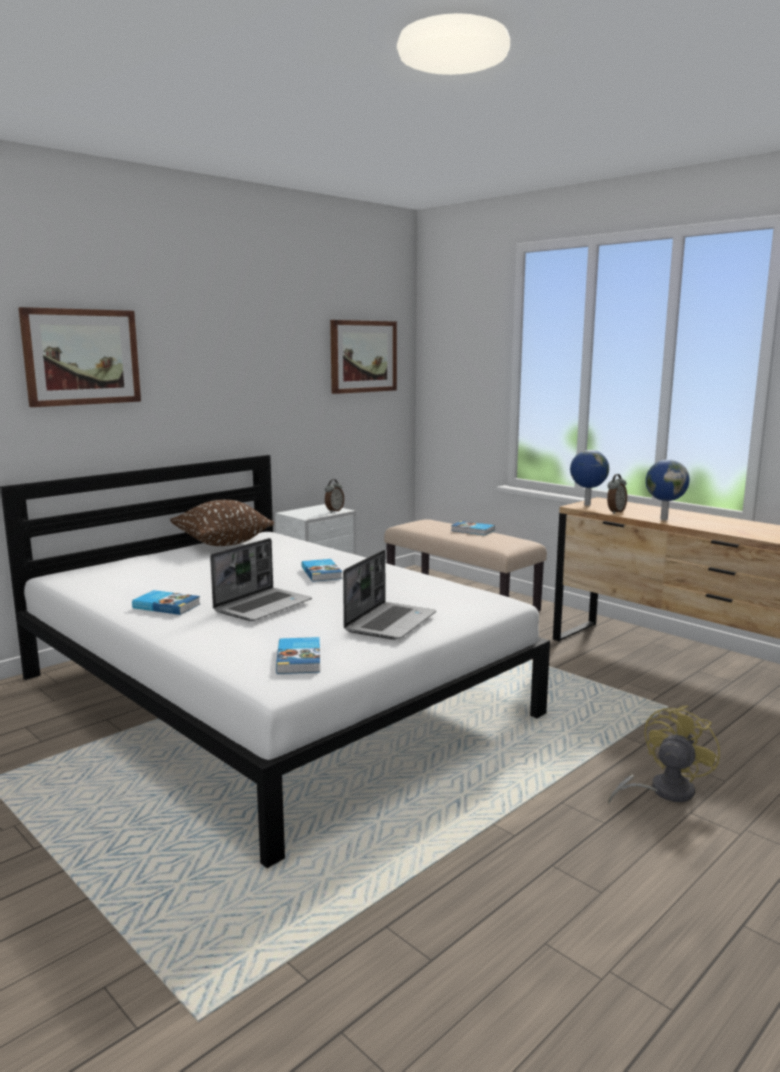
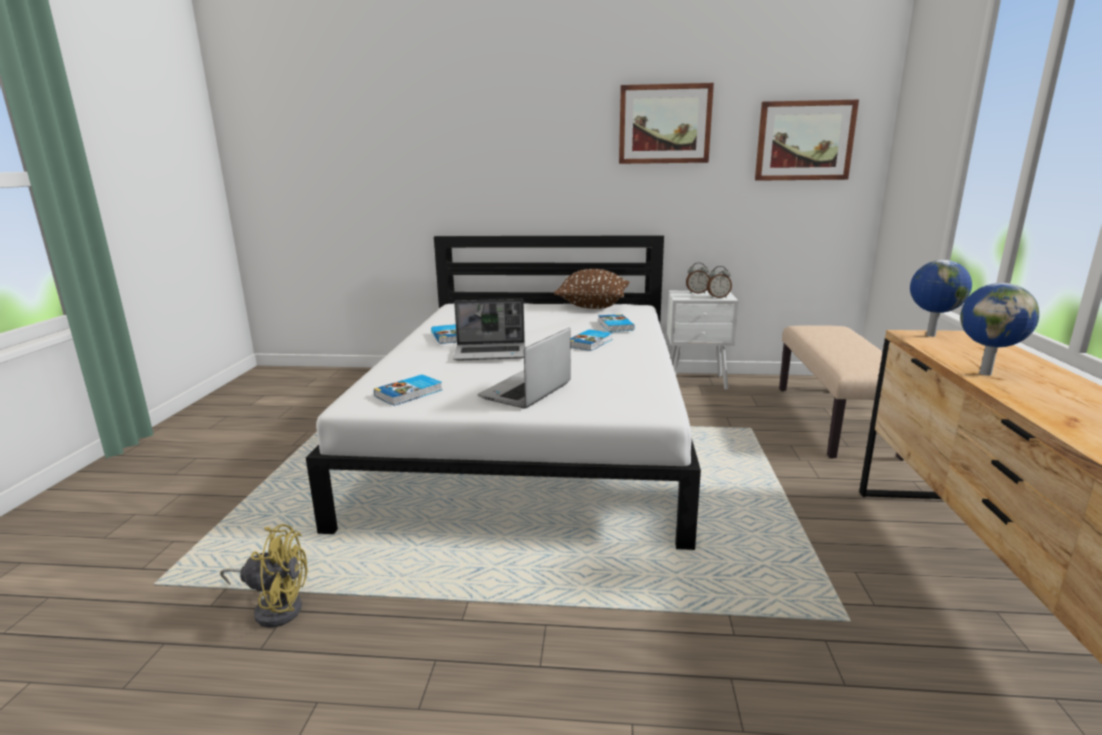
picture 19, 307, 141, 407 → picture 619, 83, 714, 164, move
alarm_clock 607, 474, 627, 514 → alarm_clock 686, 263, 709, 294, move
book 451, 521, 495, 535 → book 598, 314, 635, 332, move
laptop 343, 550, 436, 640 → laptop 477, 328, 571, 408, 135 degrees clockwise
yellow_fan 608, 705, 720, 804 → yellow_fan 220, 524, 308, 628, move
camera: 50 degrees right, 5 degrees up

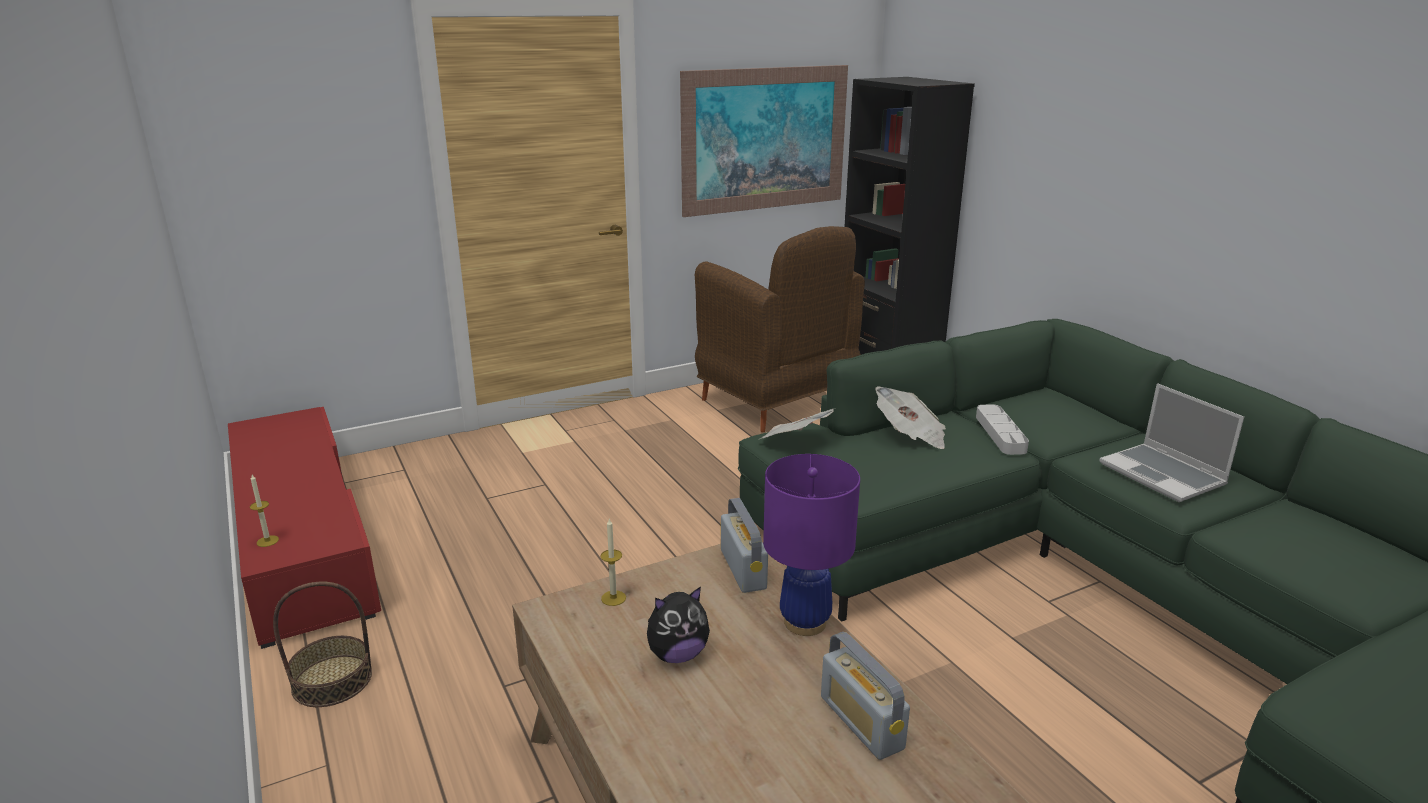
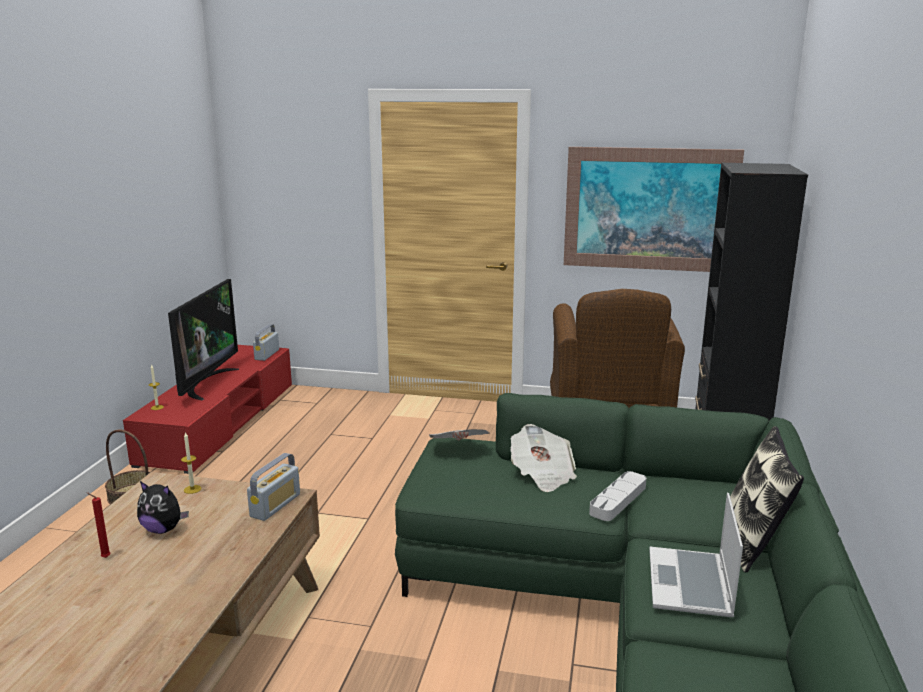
purple_table_lamp 763, 454, 860, 636 → -
radio 821, 632, 910, 760 → radio 253, 324, 279, 361, move
- → television 168, 279, 239, 400
- → pillow 730, 426, 804, 572
- → red_candle 87, 493, 111, 558
camera: 40 degrees right, 5 degrees down

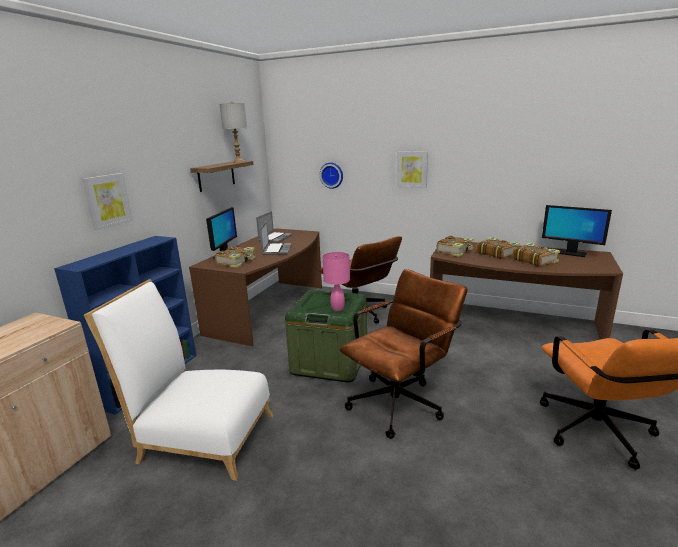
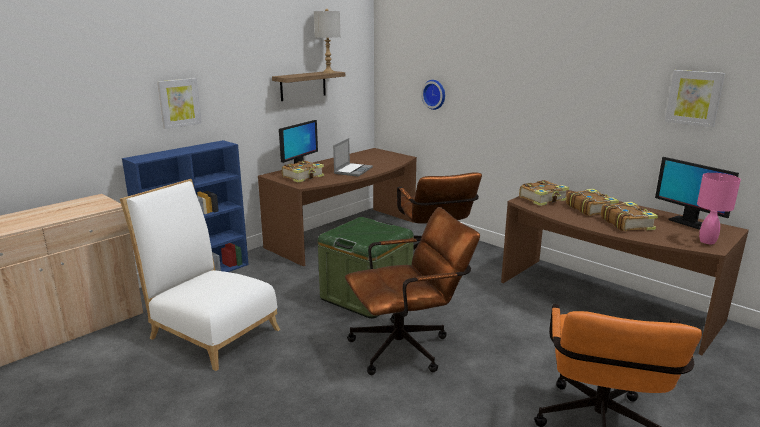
picture 396, 151, 428, 188 → picture 665, 70, 725, 128, move
laptop 256, 211, 292, 243 → -
pink_table_lamp 322, 252, 350, 311 → pink_table_lamp 697, 173, 741, 244, move
camera: 20 degrees right, 0 degrees up

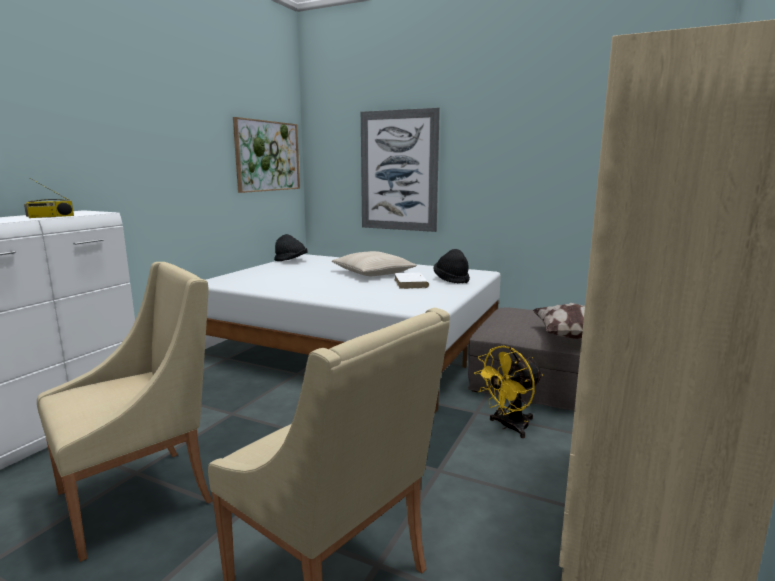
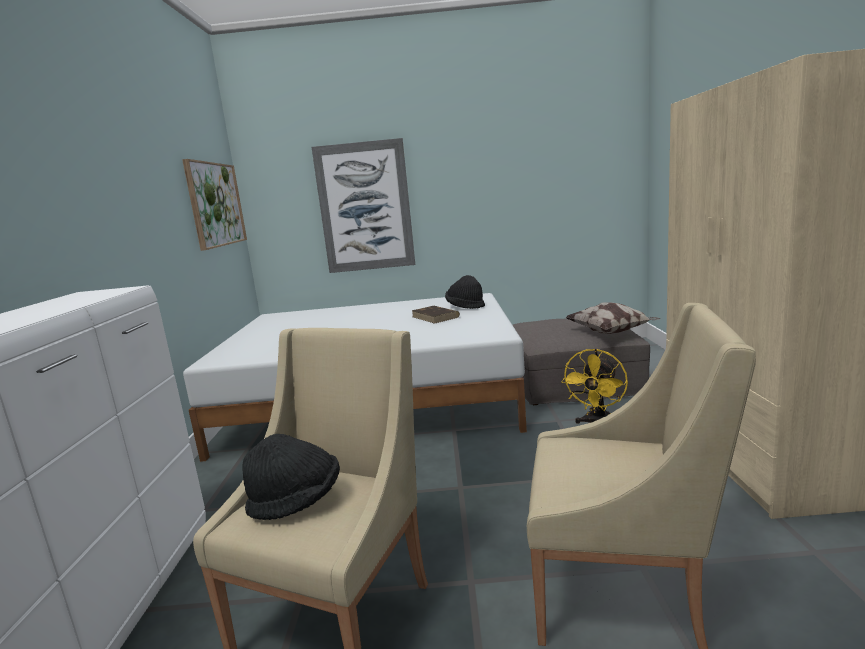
radio 24, 178, 74, 218 → -
black_hat 274, 234, 308, 261 → black_hat 242, 434, 340, 520, move
beige_pillow 332, 251, 417, 276 → -
white_book 394, 273, 429, 289 → brown_book 412, 306, 460, 324
camera: 25 degrees left, 0 degrees up

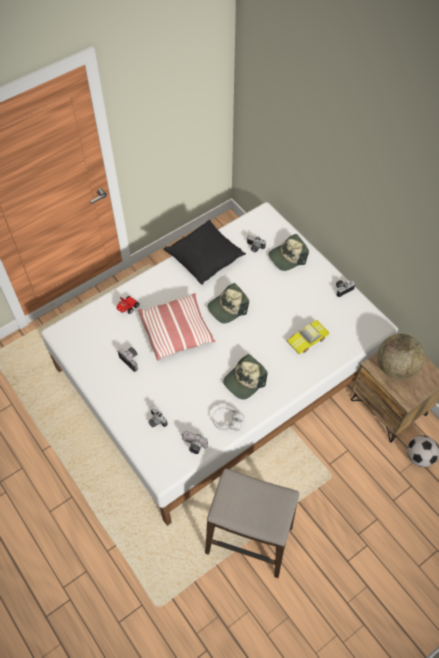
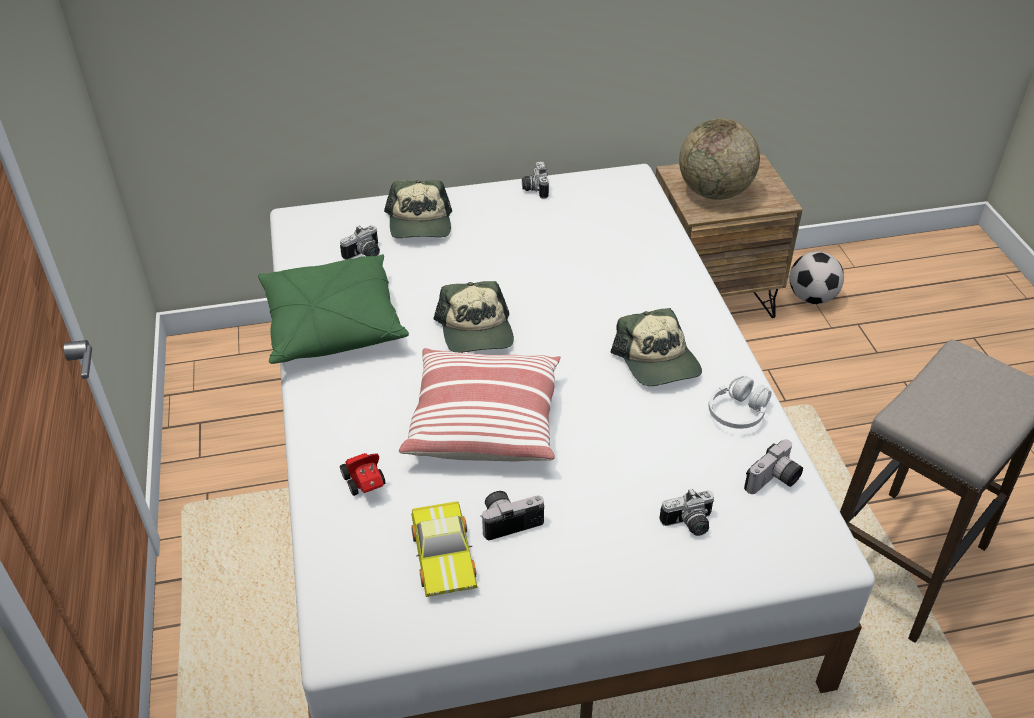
black_pillow 164, 220, 246, 285 → green_pillow 258, 254, 409, 364
toy_car 287, 320, 329, 354 → toy_car 411, 501, 478, 597, move
camera: 65 degrees left, 15 degrees down

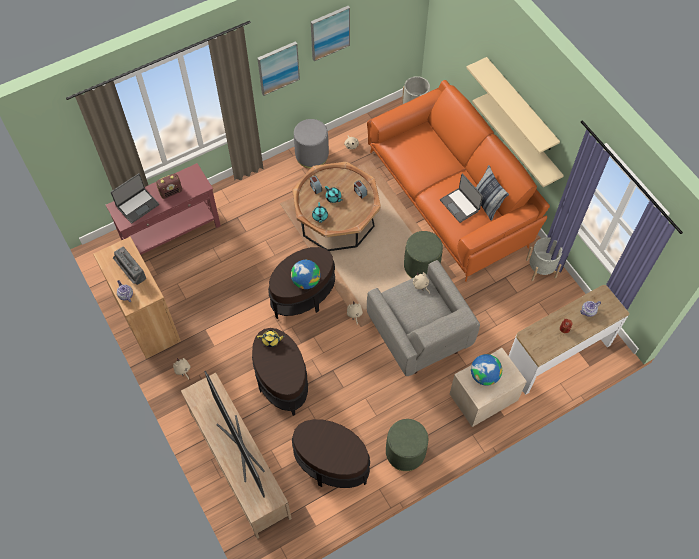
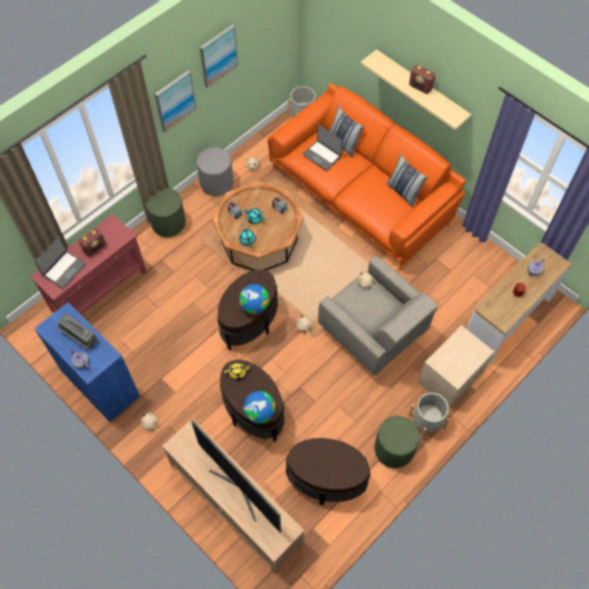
beige_shelf 472, 93, 564, 187 → -
laptop 440, 174, 483, 223 → laptop 302, 124, 343, 171, move
green_ottoman 404, 231, 443, 278 → green_ottoman 146, 188, 186, 238, move
brown_cabinet 93, 237, 181, 359 → blue_cabinet 34, 302, 140, 422
grey_planter 526, 237, 563, 281 → grey_planter 408, 393, 450, 439, move
globe 471, 354, 502, 386 → globe 243, 391, 276, 424, move
- → radio 409, 65, 435, 94
- → pillow 330, 106, 364, 158
camera: 15 degrees left, 0 degrees up

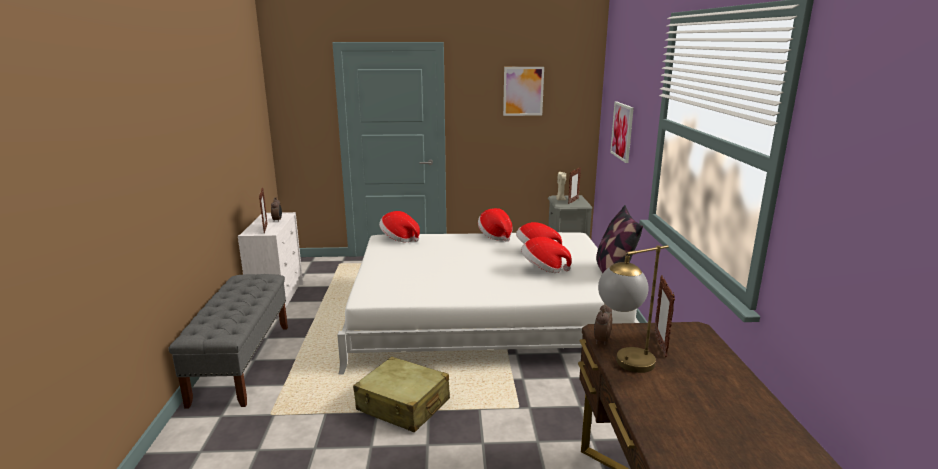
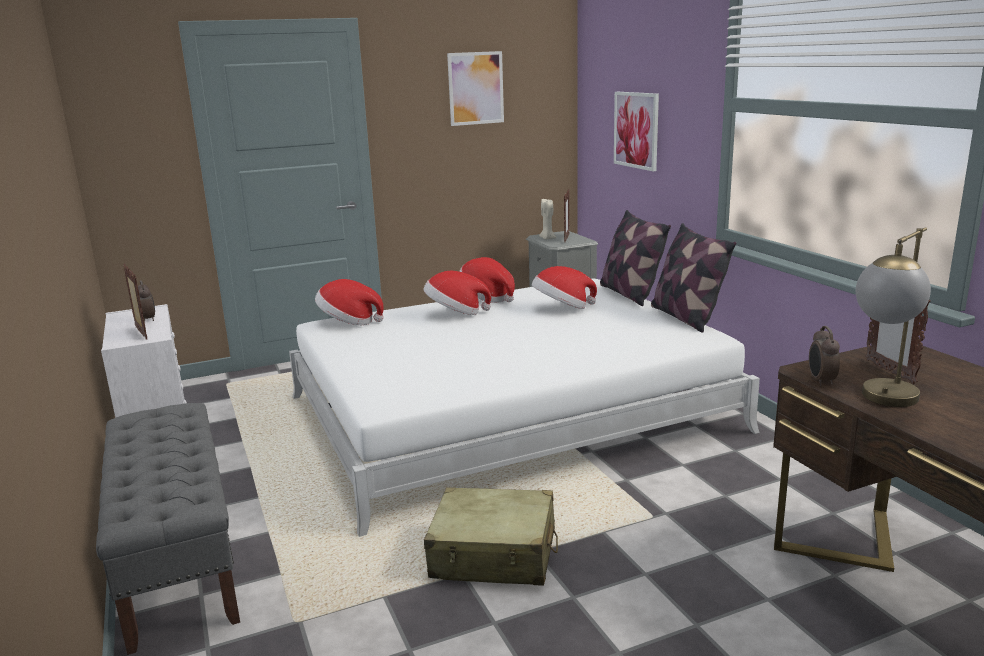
hat 521, 237, 572, 273 → hat 424, 271, 491, 315, move
- → pillow 600, 210, 671, 306
camera: 20 degrees left, 0 degrees up

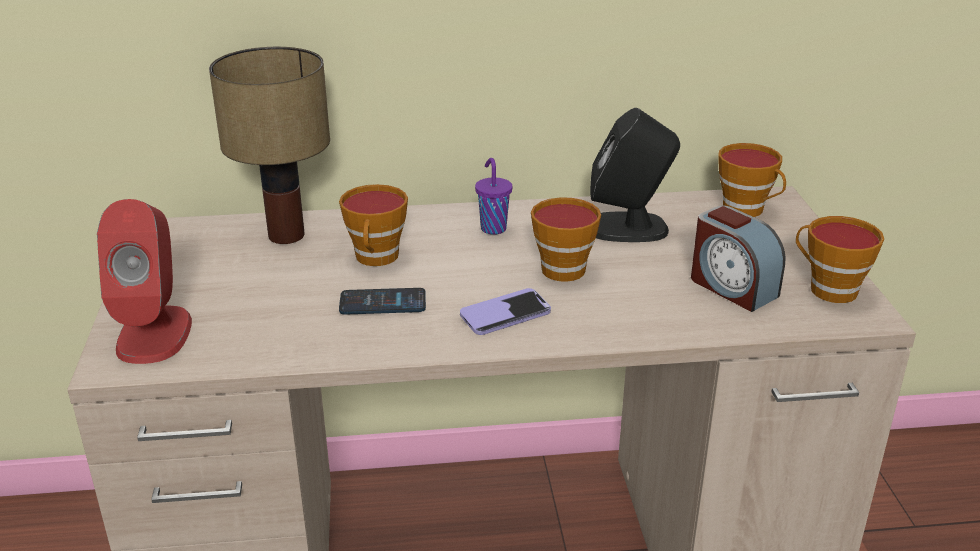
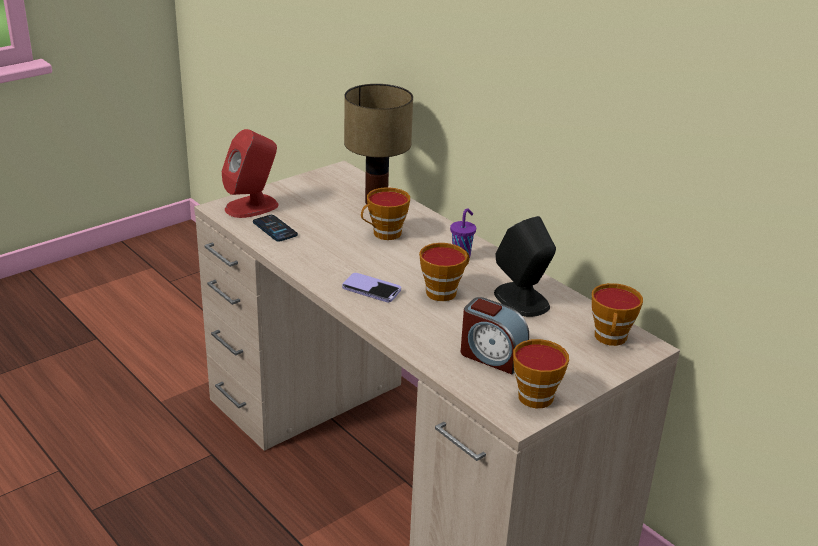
alarm_clock 691, 206, 785, 312 → alarm_clock 461, 297, 529, 374, 75 degrees counterclockwise
phone 339, 288, 426, 314 → phone 253, 215, 298, 242, move
camera: 55 degrees right, 0 degrees up

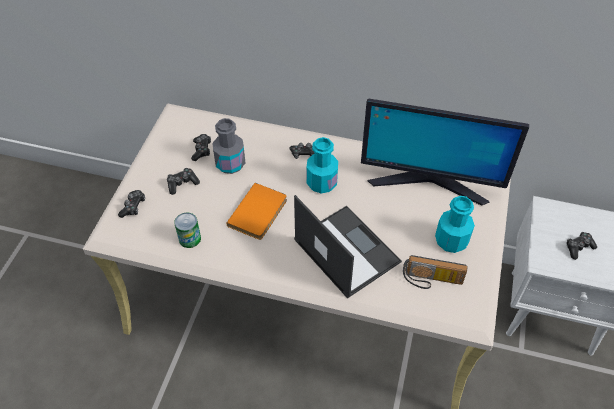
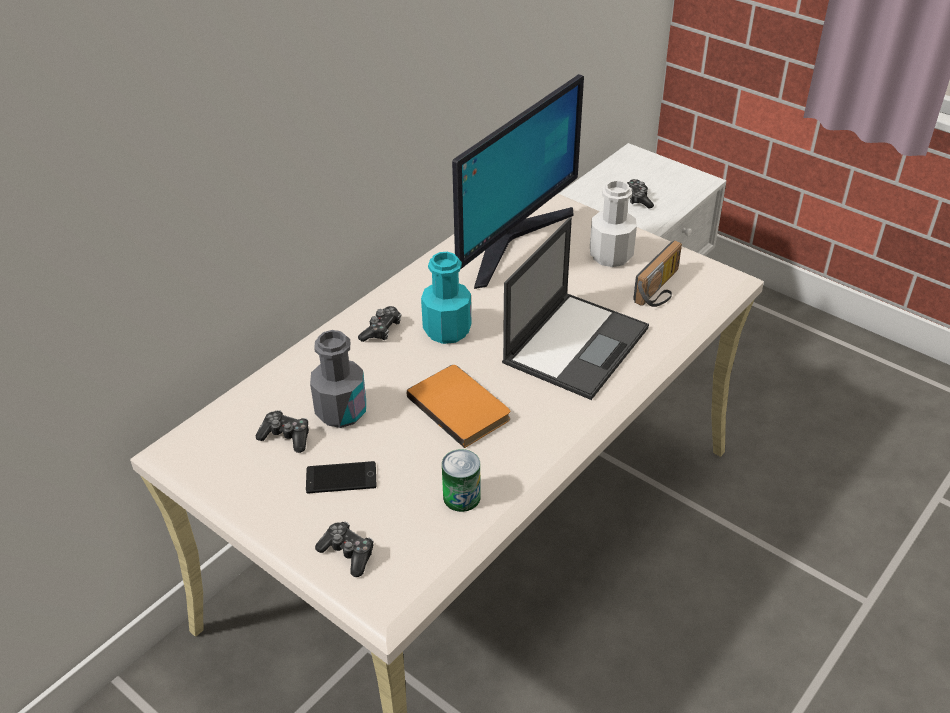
game_controller 167, 168, 200, 195 → phone 306, 461, 376, 494
laptop 294, 195, 402, 299 → laptop 502, 217, 649, 400, 135 degrees clockwise
turquoise_bottle 435, 196, 475, 253 → white_bottle 590, 180, 637, 267
camera: 65 degrees left, 10 degrees down

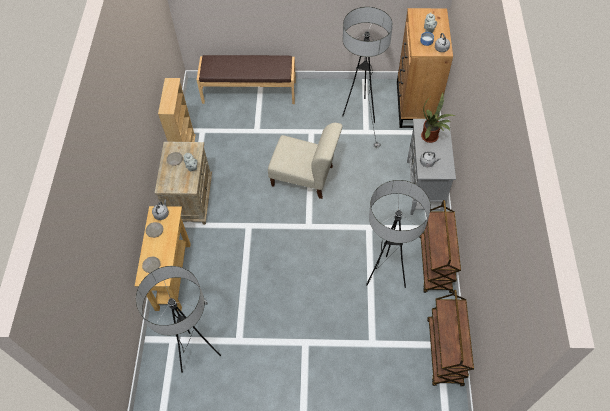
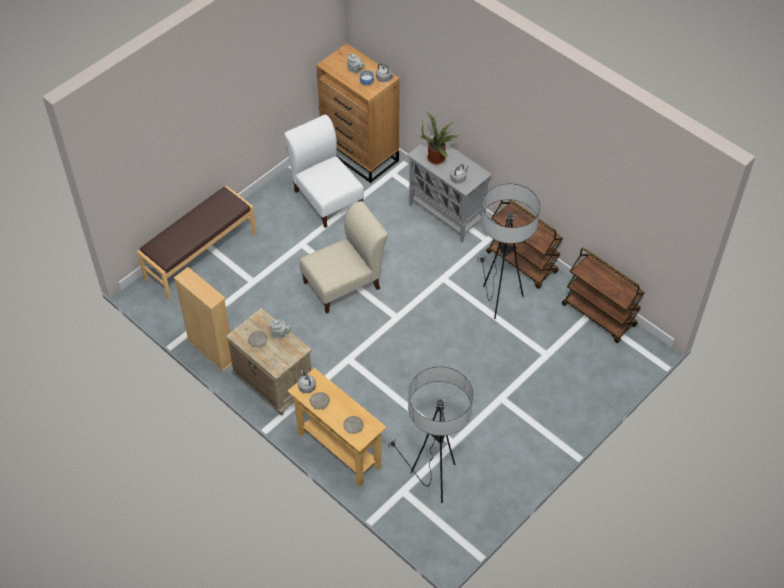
floor_lamp 342, 7, 393, 148 → white_chair 284, 115, 364, 228
camera: 50 degrees left, 5 degrees down

